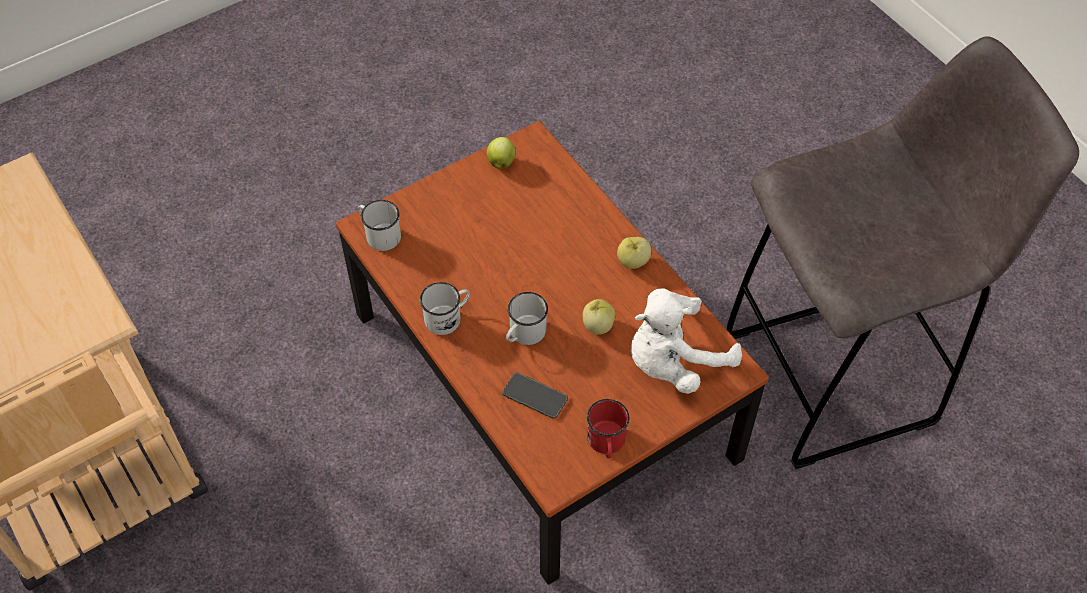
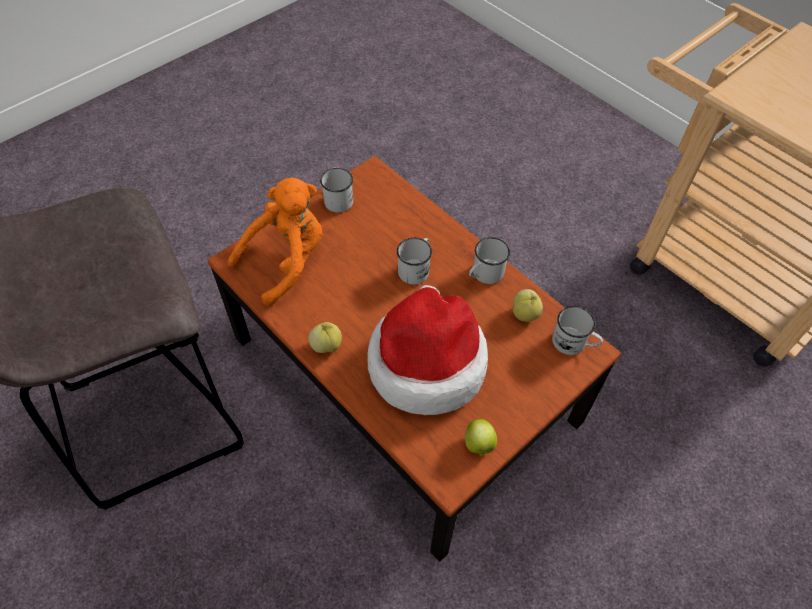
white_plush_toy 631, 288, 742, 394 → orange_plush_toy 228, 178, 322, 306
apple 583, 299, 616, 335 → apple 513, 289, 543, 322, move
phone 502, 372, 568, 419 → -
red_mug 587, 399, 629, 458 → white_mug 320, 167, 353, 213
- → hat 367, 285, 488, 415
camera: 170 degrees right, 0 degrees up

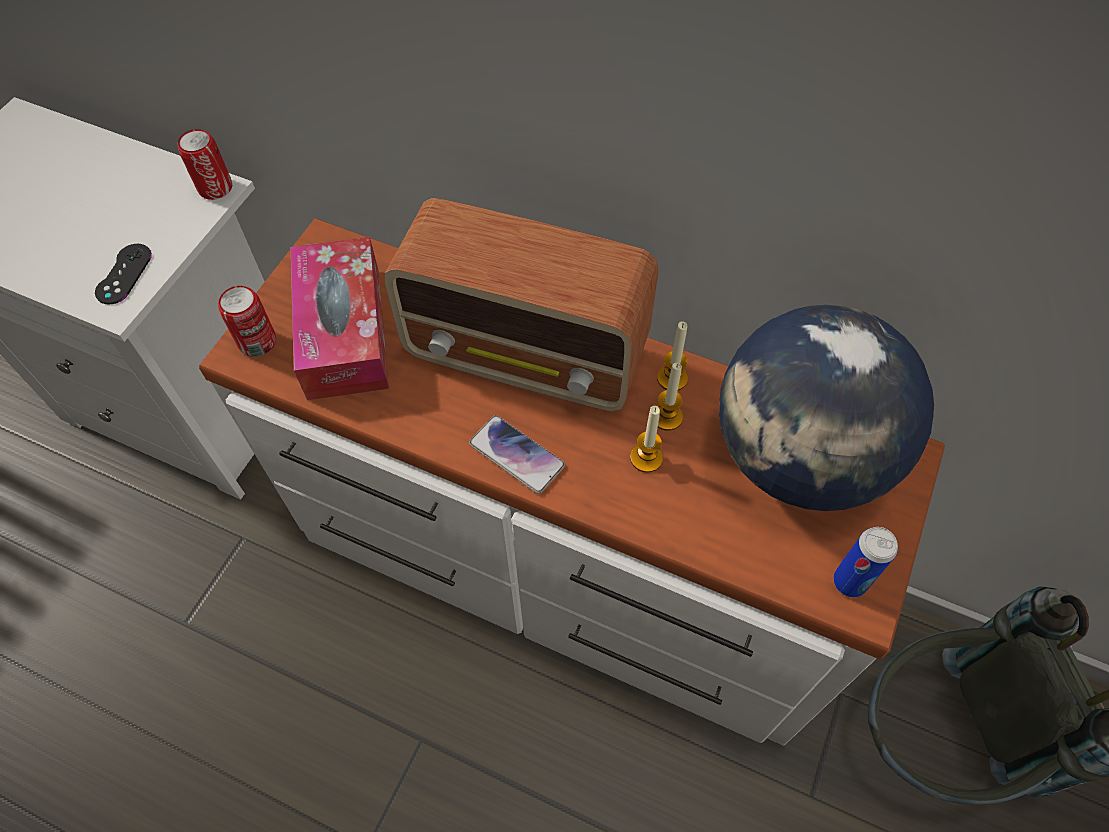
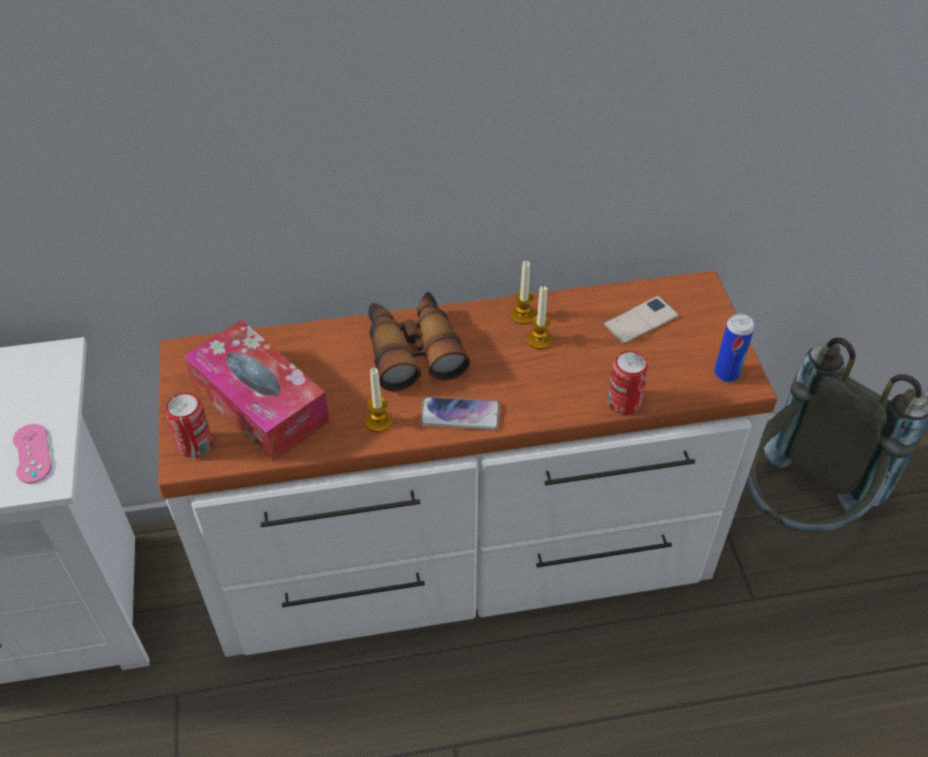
can 178, 129, 232, 200 → can 607, 351, 648, 415, move
radio 384, 198, 659, 411 → binoculars 368, 292, 470, 392
black_game_controller 95, 244, 152, 305 → pink_game_controller 13, 424, 51, 484
globe 719, 305, 934, 511 → phone 604, 296, 679, 344
candle 630, 406, 663, 473 → candle 365, 368, 392, 432, move
camera: 35 degrees left, 10 degrees down

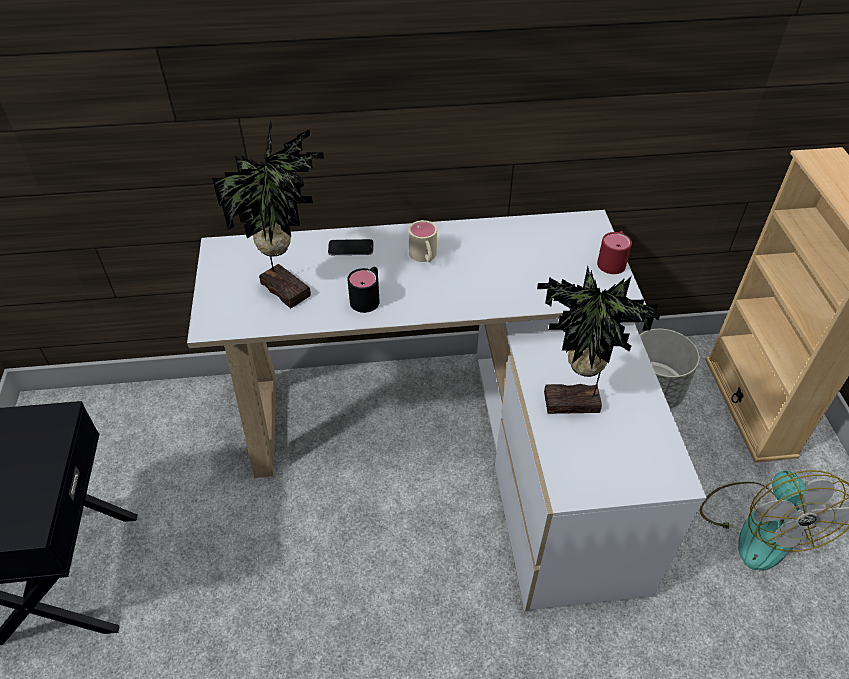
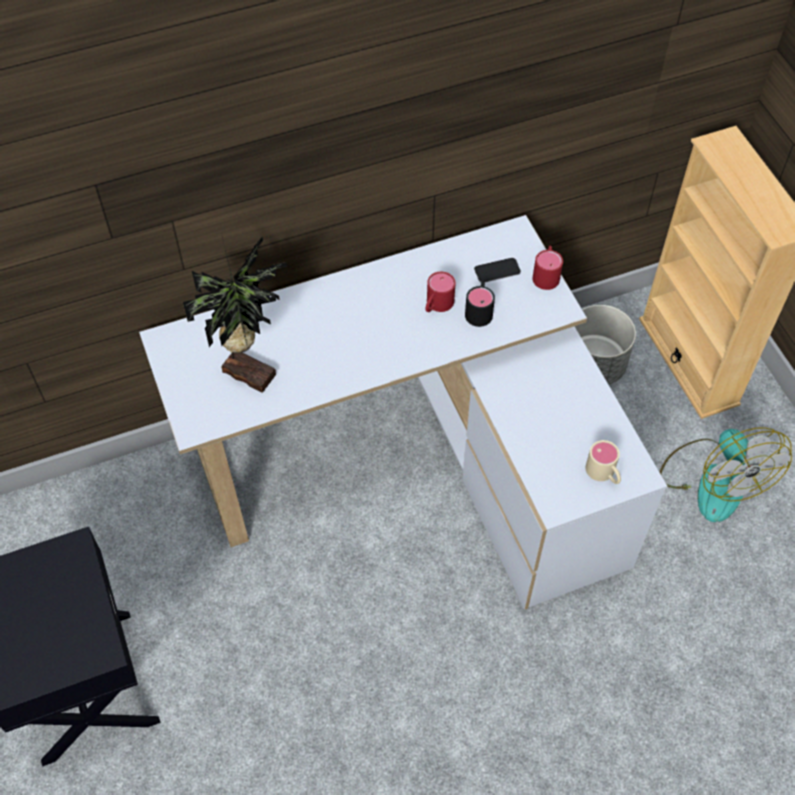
beige_mug 408, 220, 437, 262 → beige_mug 585, 440, 621, 484, move
phone 328, 239, 374, 255 → phone 474, 258, 521, 282, move
potted_plant 537, 266, 660, 414 → -
black_mug 347, 267, 380, 313 → black_mug 465, 282, 495, 327, move
- → red_mug 425, 272, 456, 312
camera: 15 degrees left, 10 degrees up

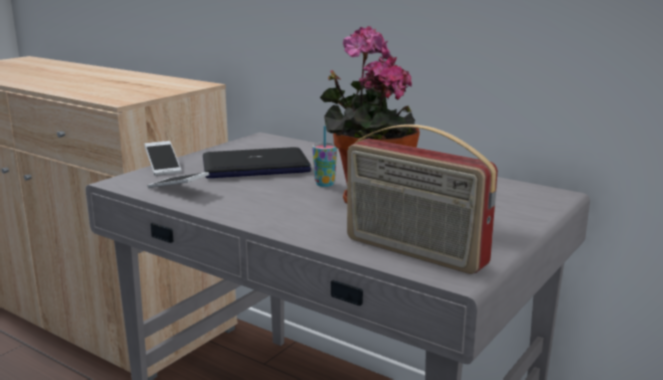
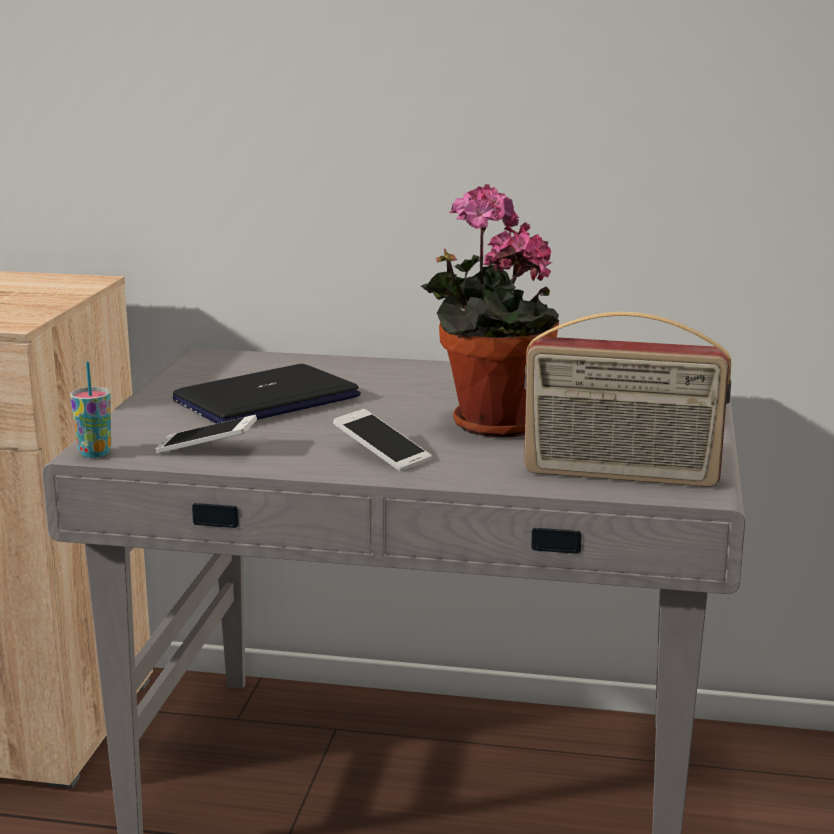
cup 312, 126, 337, 187 → cup 70, 362, 111, 458, move
phone 144, 141, 181, 176 → phone 333, 409, 432, 472, move
camera: 25 degrees left, 0 degrees up

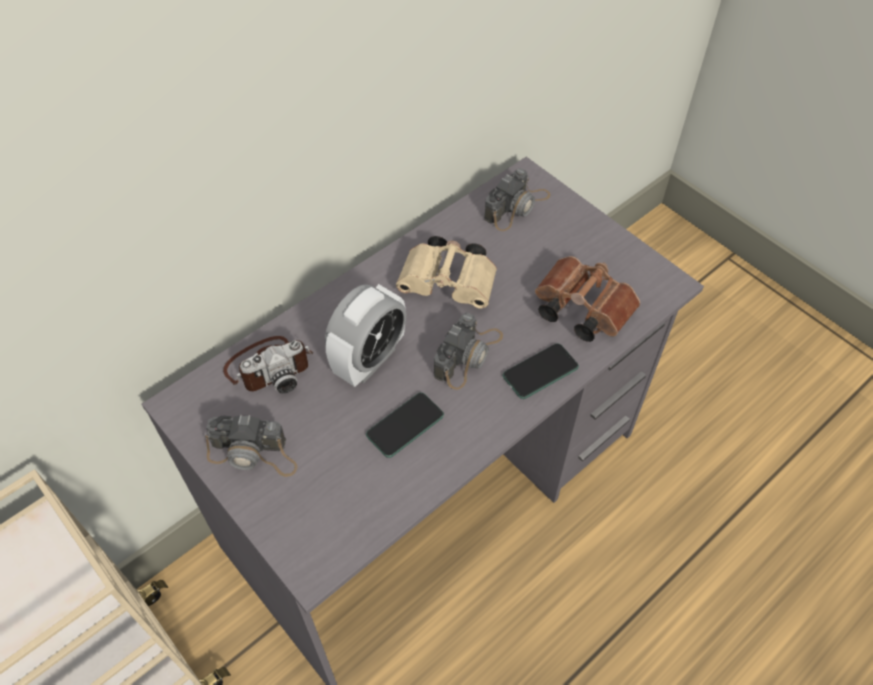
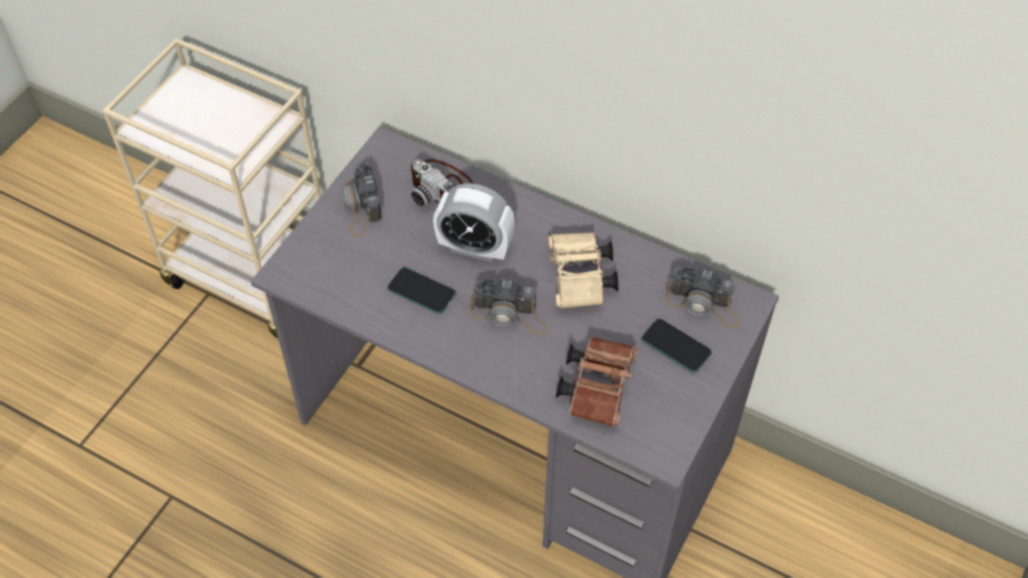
phone 502, 343, 579, 399 → phone 641, 319, 712, 373, move
camera: 70 degrees right, 0 degrees up

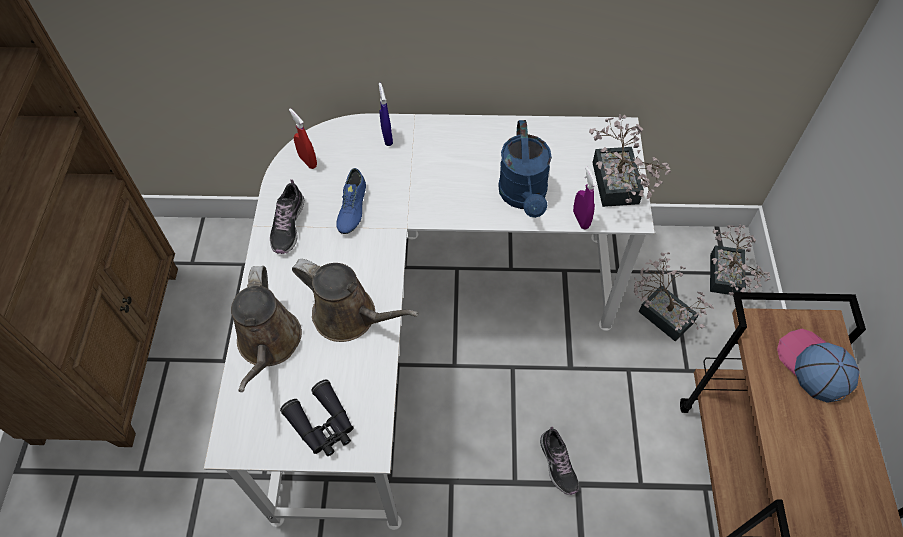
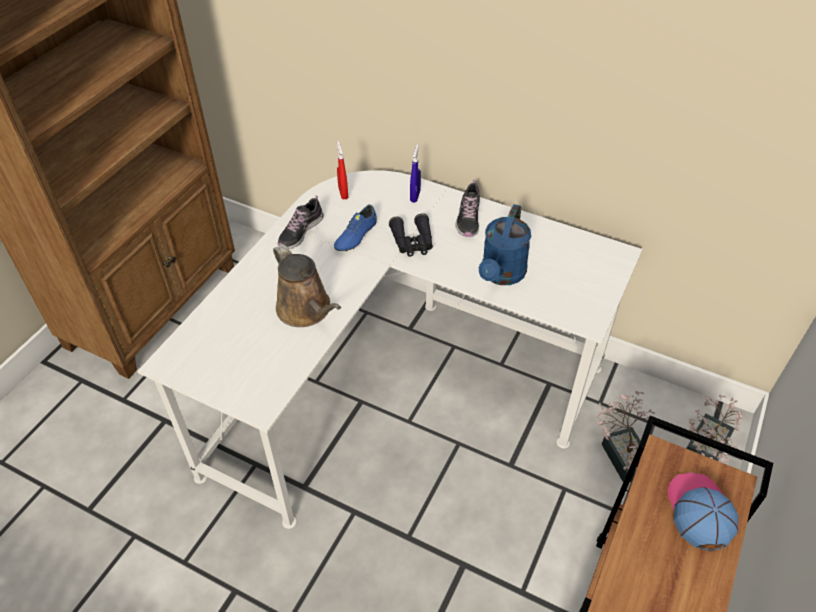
potted_plant 589, 114, 672, 207 → -
purple_spray_bottle 573, 167, 597, 229 → -
brown_watering_can 231, 266, 302, 392 → -
black_binoculars 280, 380, 354, 456 → black_binoculars 389, 213, 433, 257, move
shoe 540, 426, 579, 495 → shoe 456, 180, 480, 237, move
camera: 25 degrees right, 10 degrees down

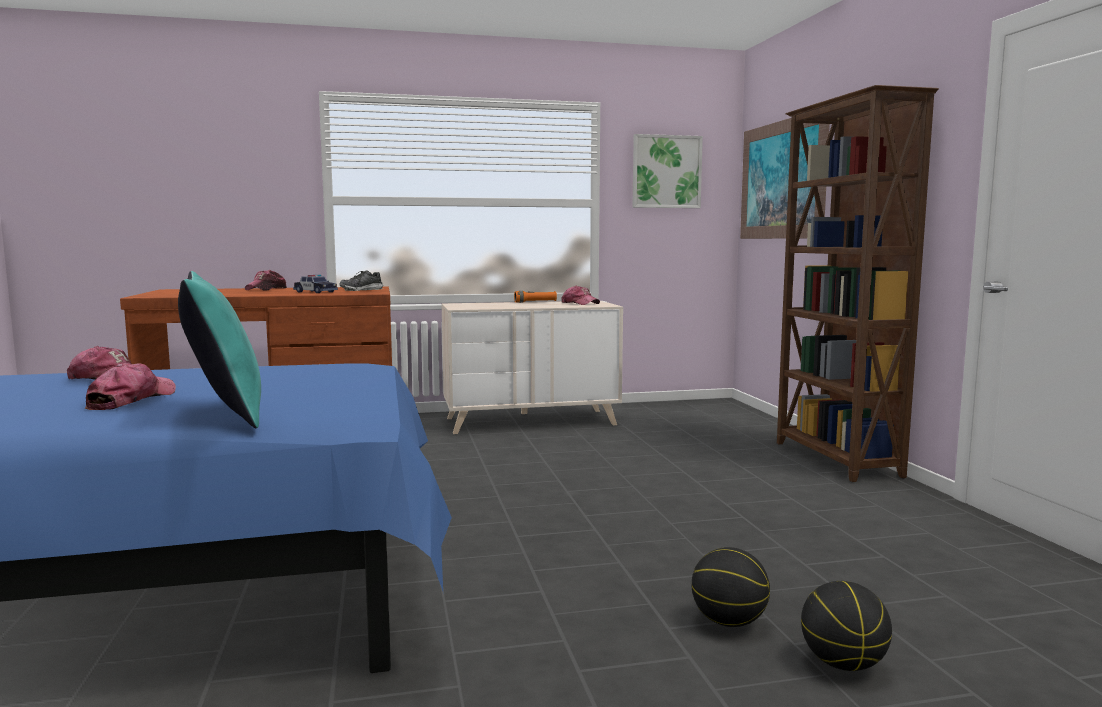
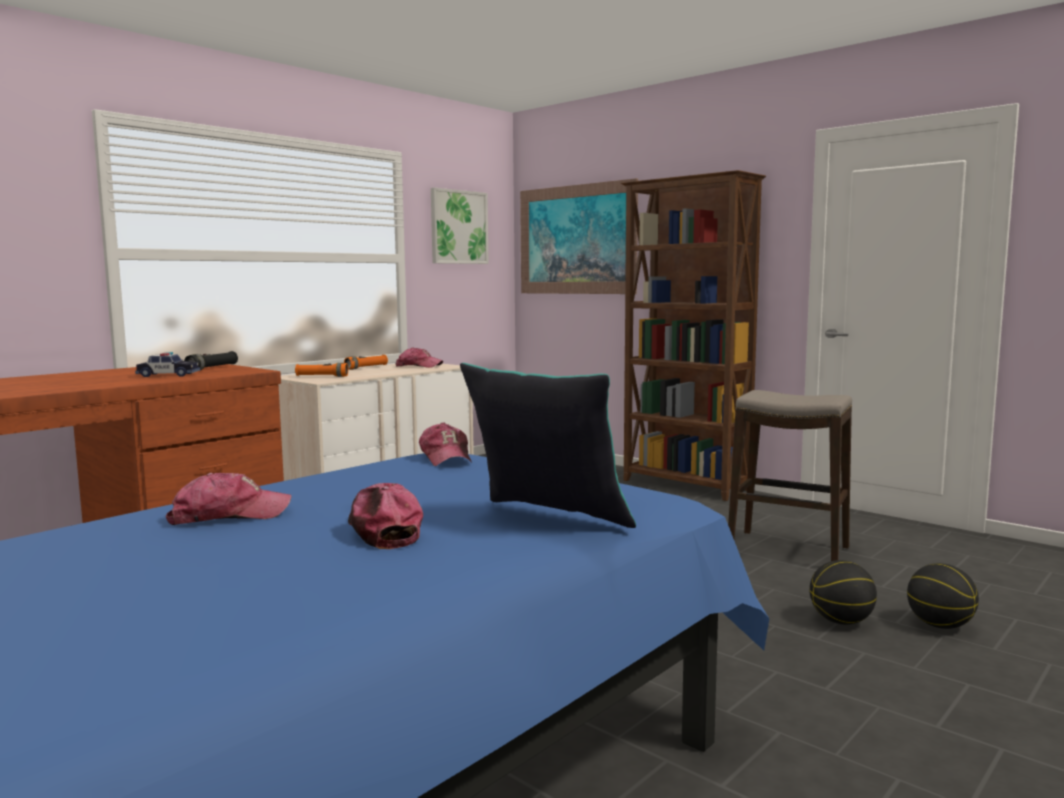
cap 245, 270, 287, 291 → cap 419, 422, 472, 466, move
shoe 339, 270, 383, 291 → black_flashlight 184, 351, 238, 370
- → orange_flashlight 295, 363, 348, 377
- → stool 728, 390, 852, 561
camera: 35 degrees left, 0 degrees up

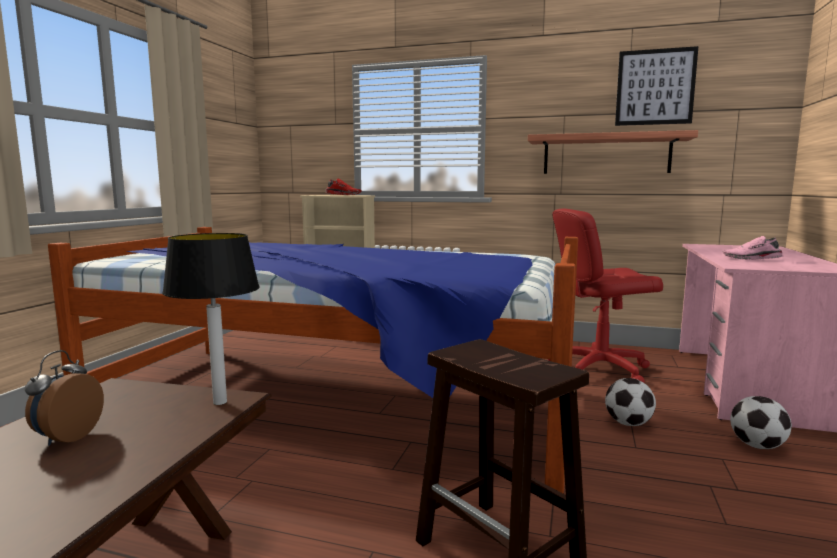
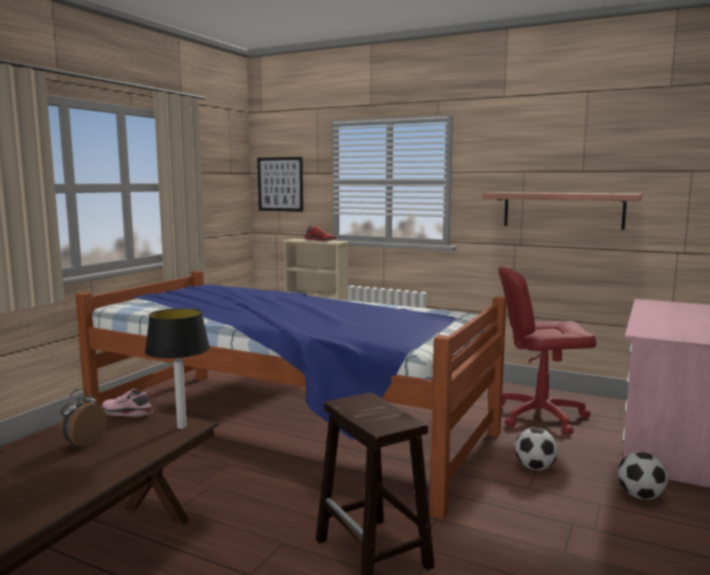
picture 615, 46, 698, 126 → picture 257, 157, 303, 212, move
pink_shoe 723, 236, 783, 260 → pink_shoe 102, 389, 154, 417, move
camera: 10 degrees right, 0 degrees up

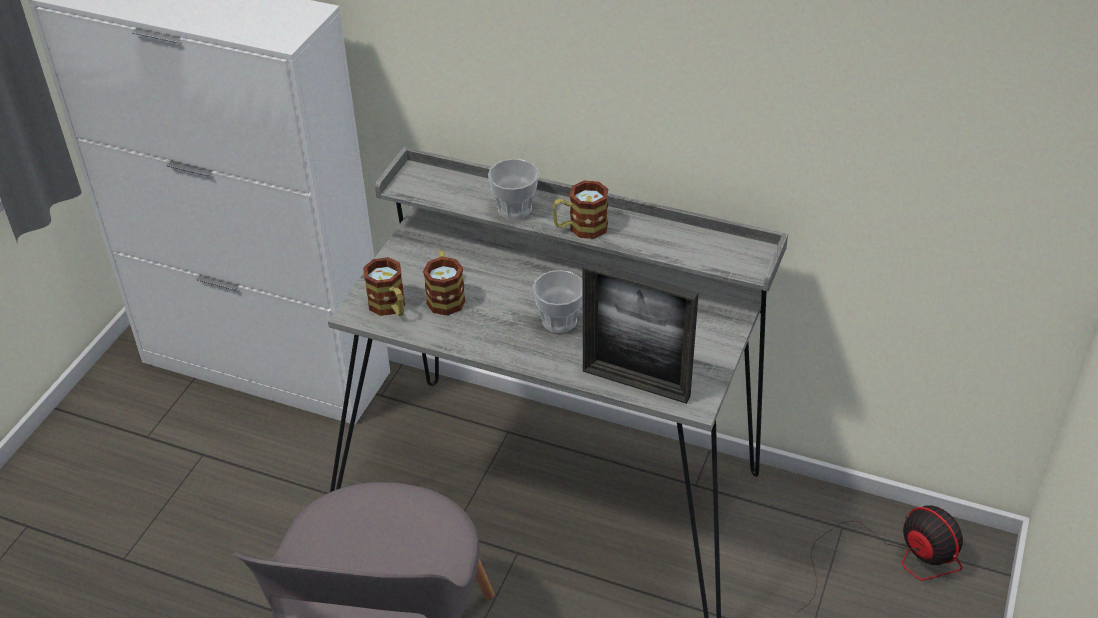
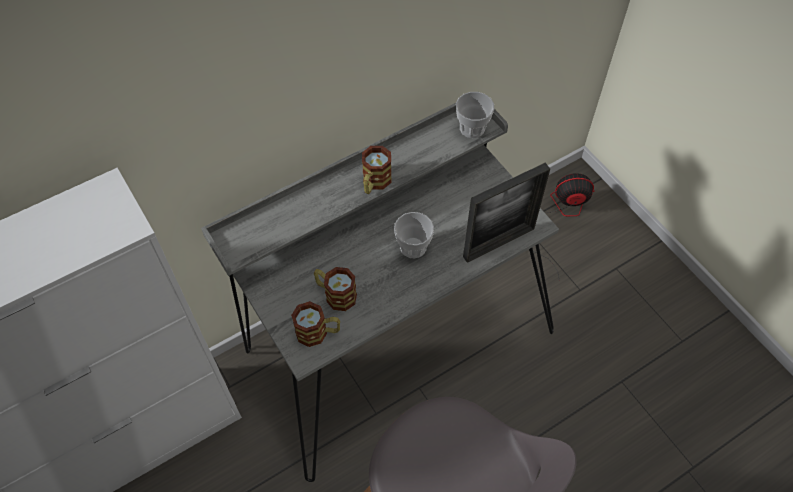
cup 488, 159, 539, 220 → cup 456, 92, 494, 138, move
camera: 55 degrees left, 15 degrees up

